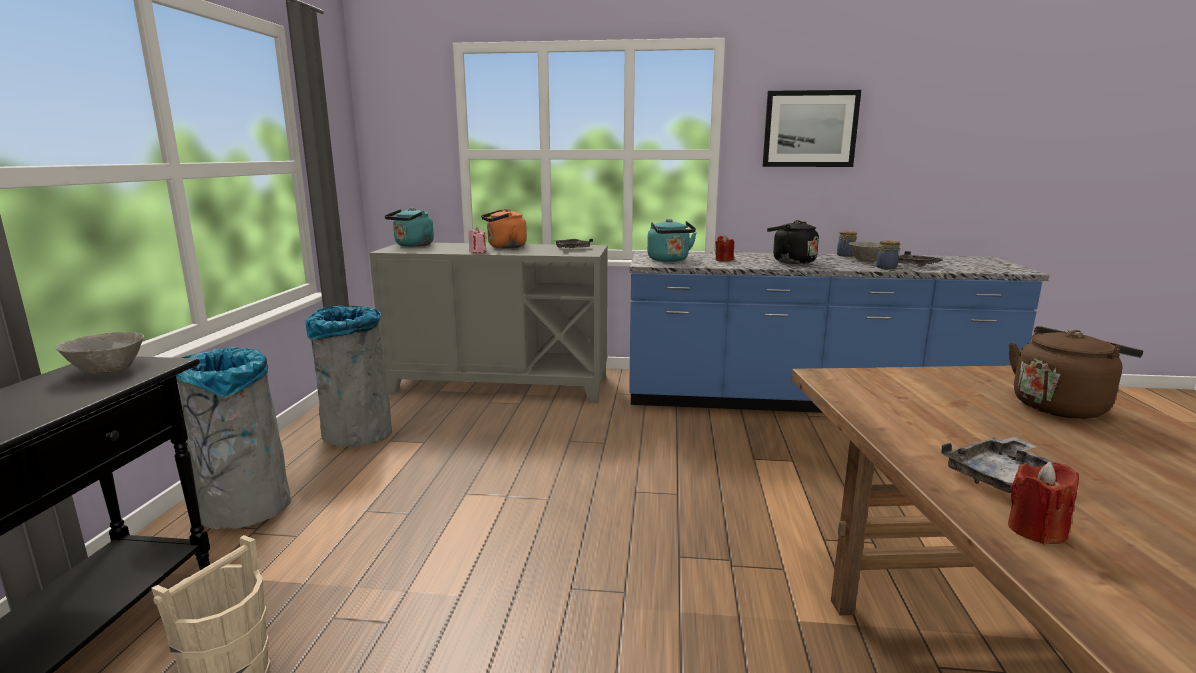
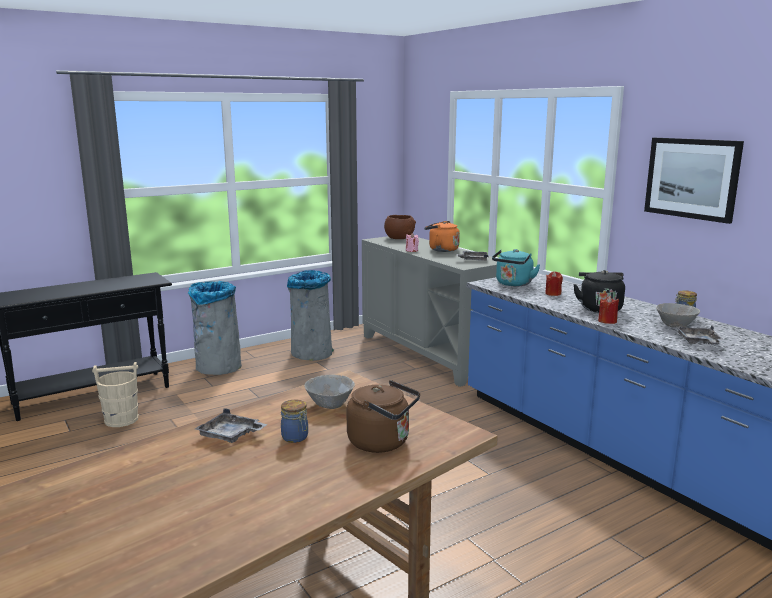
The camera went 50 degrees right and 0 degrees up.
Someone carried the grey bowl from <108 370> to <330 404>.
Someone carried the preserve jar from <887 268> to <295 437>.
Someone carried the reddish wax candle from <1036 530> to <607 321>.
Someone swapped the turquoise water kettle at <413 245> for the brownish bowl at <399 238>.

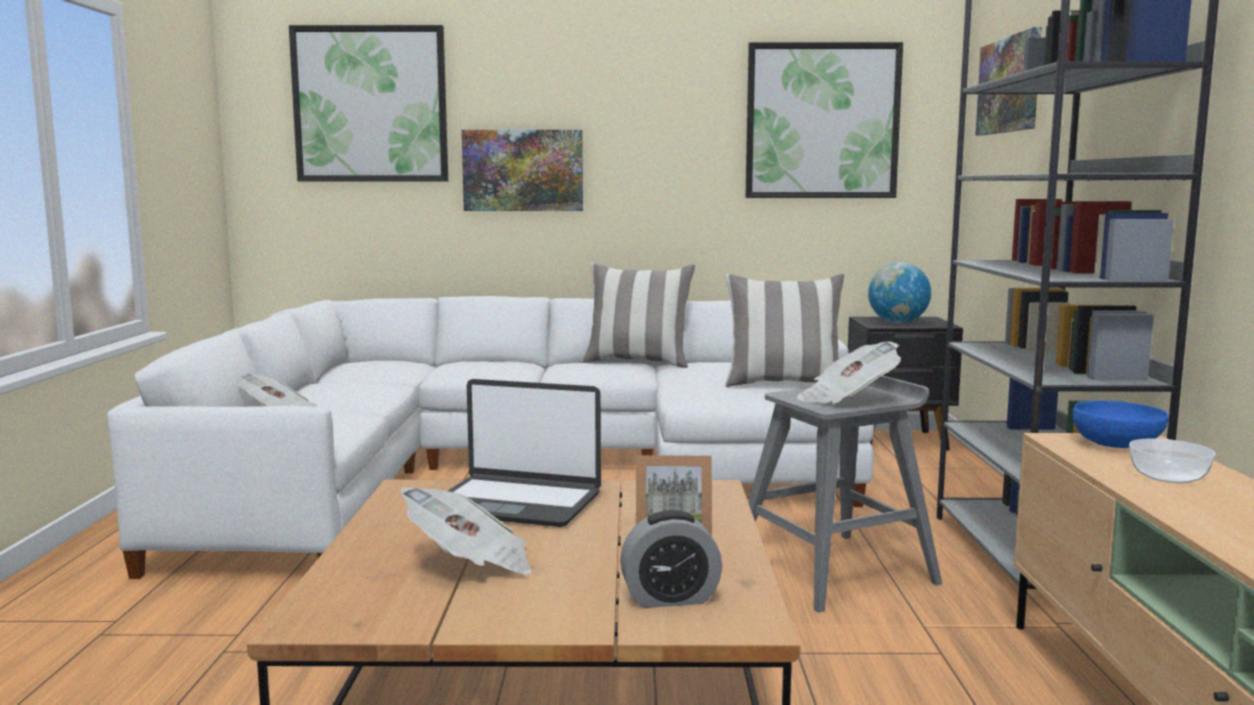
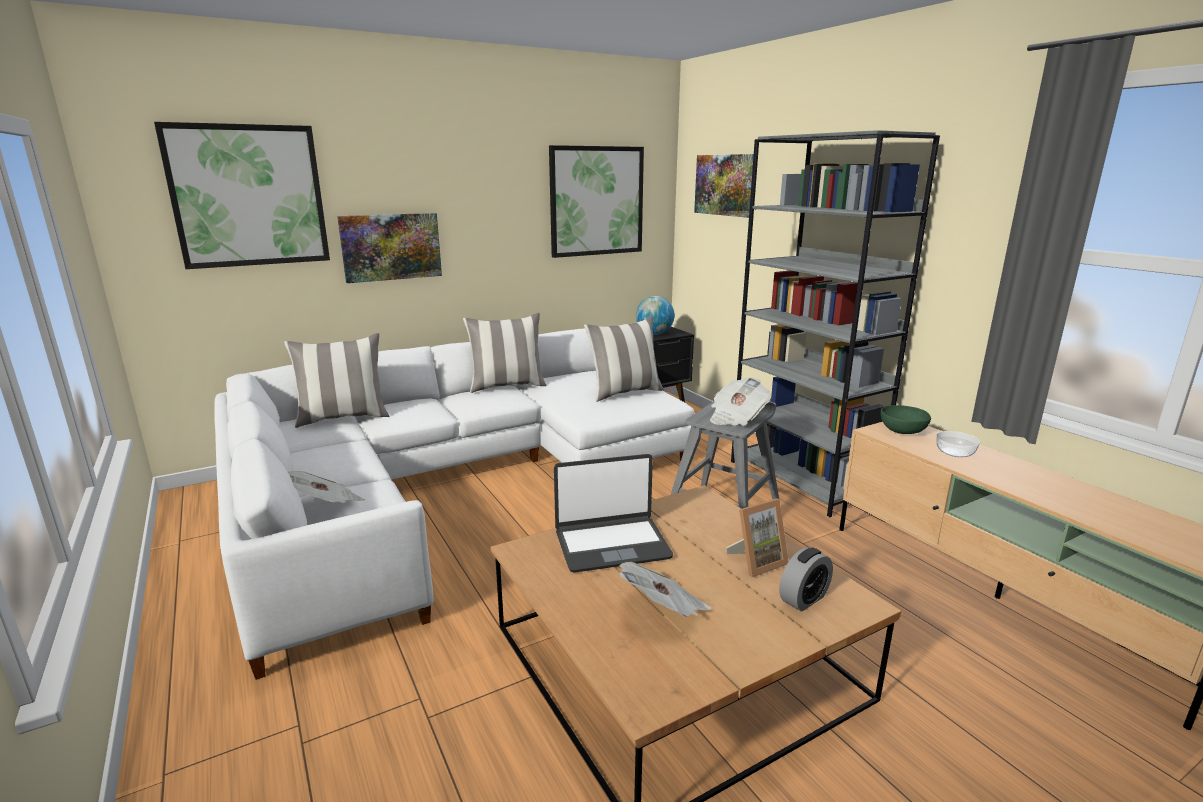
The camera went 30 degrees left and 10 degrees up.
Someone put down the pillow at <343 418>.
Someone repainted the blue bowl at <1117 444>, which became the green bowl at <902 430>.

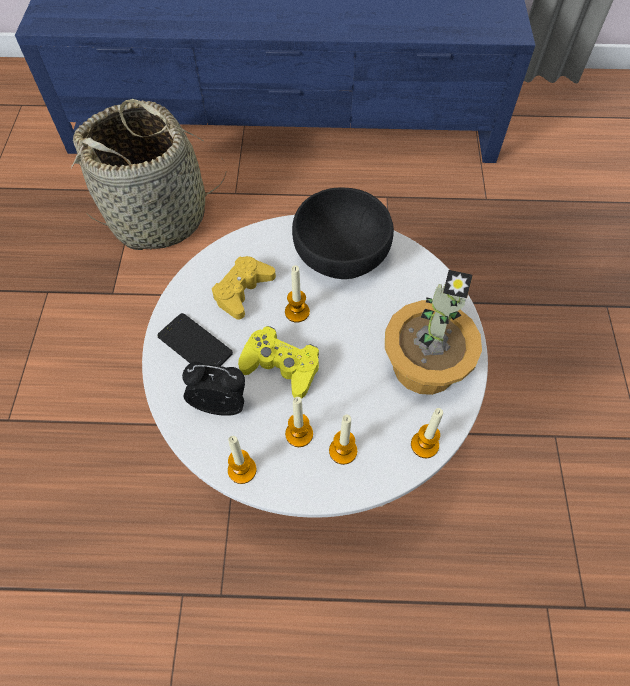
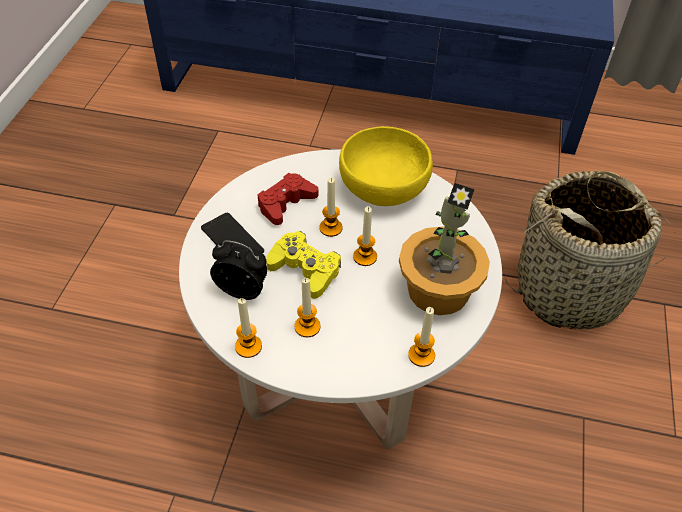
The camera went 10 degrees right and 10 degrees down.
Someone carried the household basket from <159 216> to <570 290>.
Someone carried the wax candle from <343 451> to <365 257>.
Someone repainted the yellow joypad at <242 291>, which became the reddish joypad at <286 203>.
Someone repainted the black bowl at <339 253>, which became the yellow bowl at <382 186>.

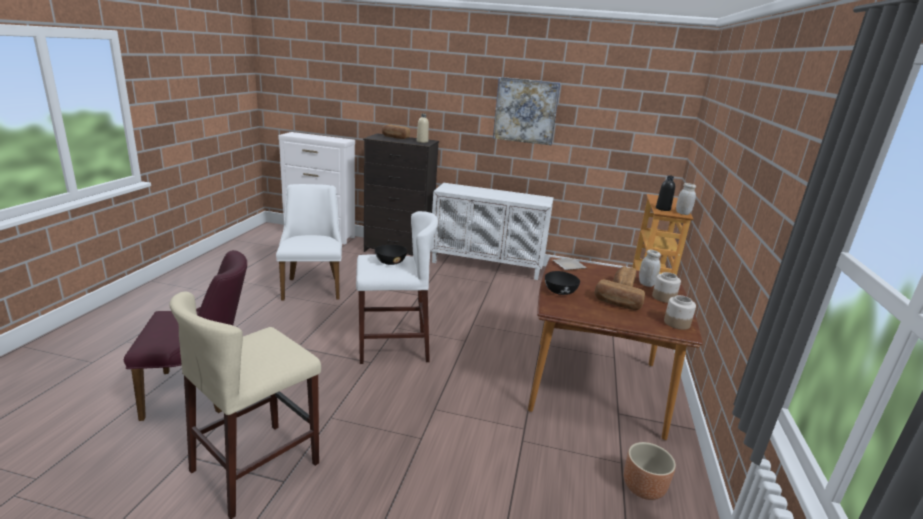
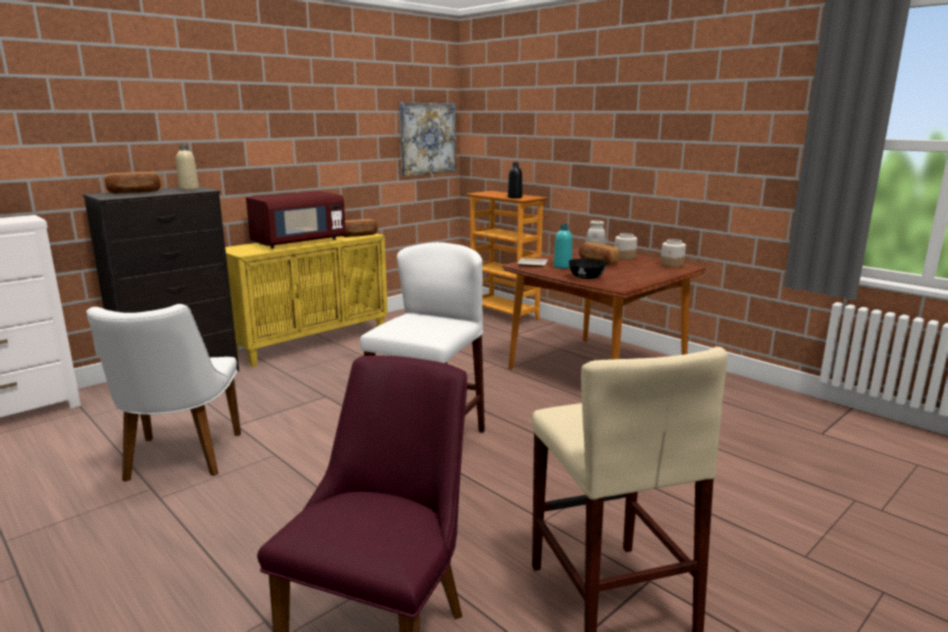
The camera went 55 degrees left and 5 degrees down.
Someone took away the black bowl at <390 262>.
Someone took away the brownish flower pot at <643 488>.
Someone took away the whitish preserve jar at <682 213>.
Someone put down the reddish microwave oven at <298 242>.
Someone put down the turquoise bottle at <562 266>.
Someone carried the wall picture from <525 111> to <427 138>.
Someone carried the baked bread from <617 303> to <358 235>.
Someone repainted the whitish cupboard at <487 265>, which became the yellow cupboard at <311 341>.
Someone rotated the whitish plain chair at <313 286> by 120 degrees counterclockwise.

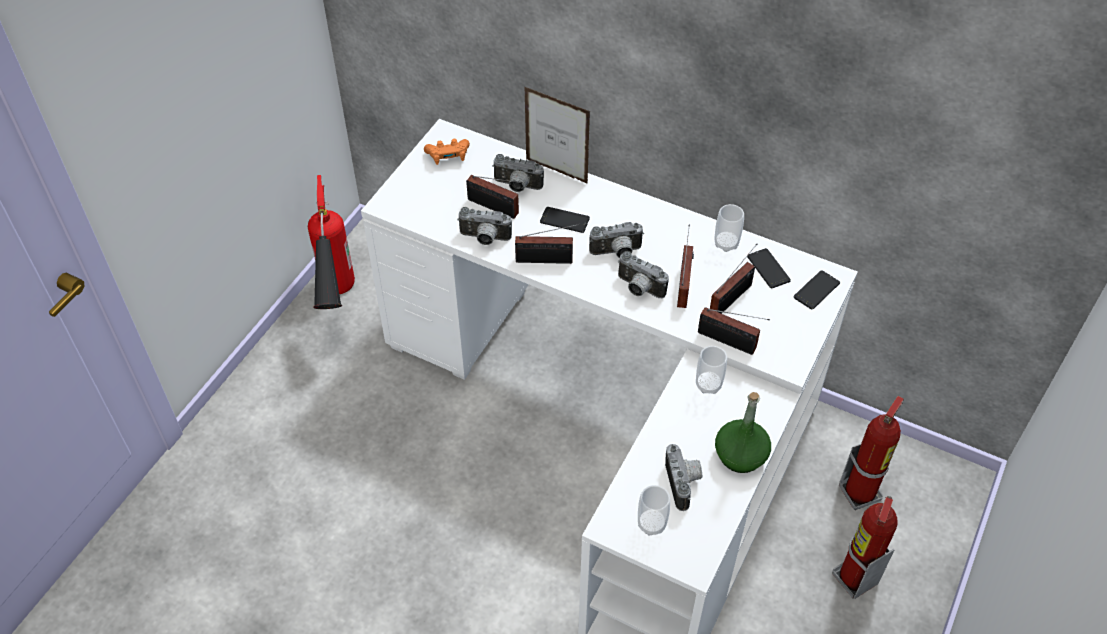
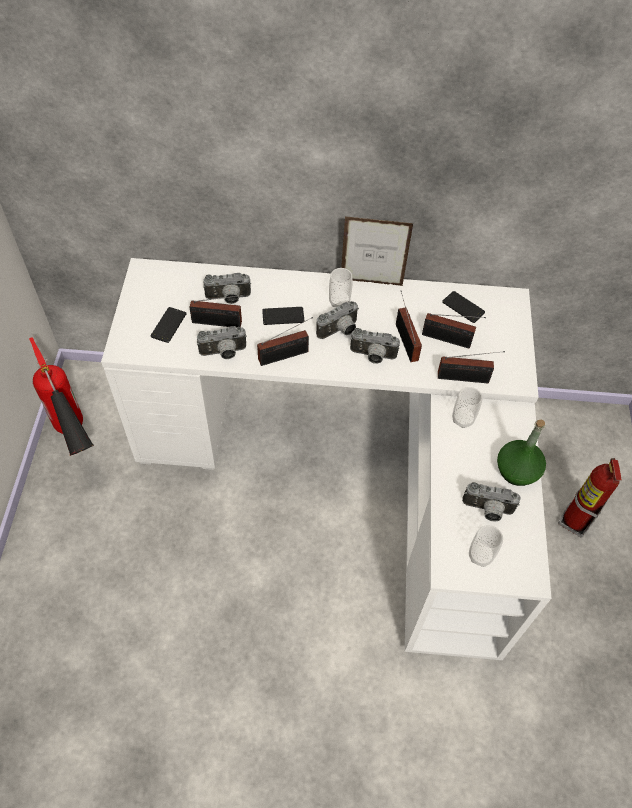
The camera went 25 degrees left and 5 degrees up.
Someone took away the orange-coloured joypad at <448 156>.
Someone took away the extinguisher at <860 492>.
Someone carried the picture frame from <556 171> to <371 282>.
Someone carried the drinking cup from <726 243> to <339 301>.
Someone carried the handset from <816 290> to <168 325>.
Someone rotated the photo camera at <684 483> by 135 degrees clockwise.
Someone rotated the radio at <733 297> by 90 degrees clockwise.

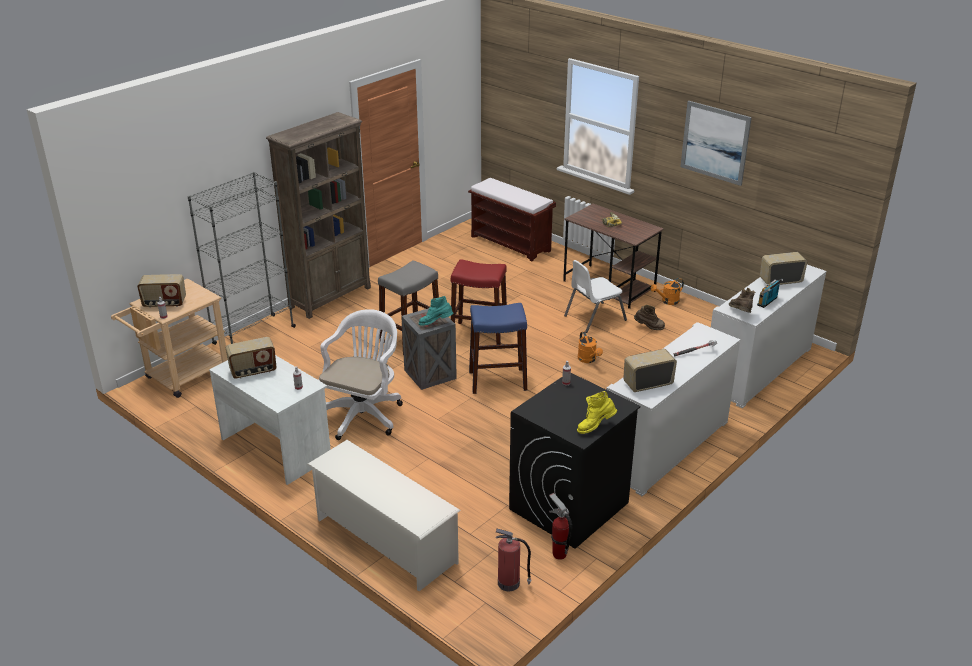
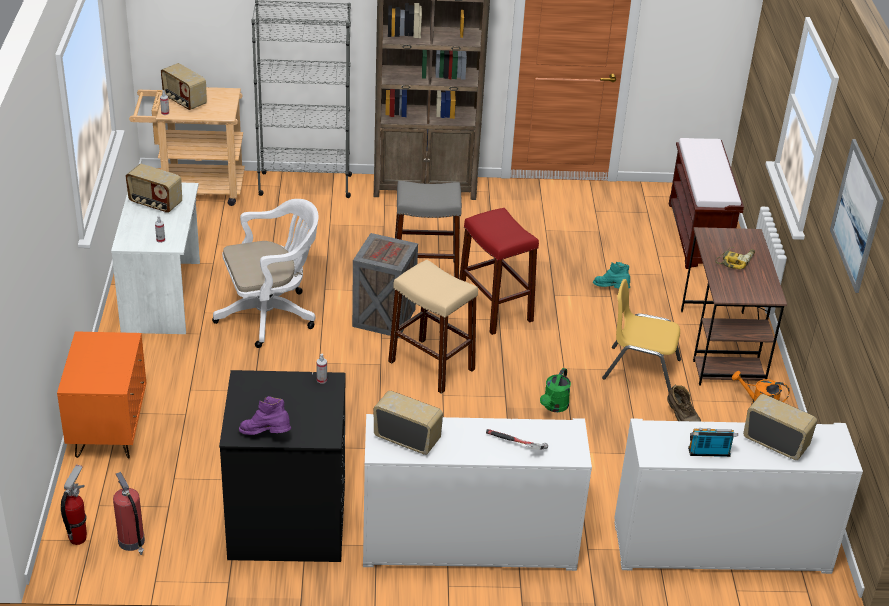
The camera went 45 degrees right and 5 degrees up.
Someone took away the brownish boot at <740 313>.
Someone carried the turquoise boot from <436 324> to <611 290>.
Someone carried the extinguisher from <559 554> to <78 538>.
Someone swapped the whitish shoe stand at <385 540> for the orange-coloured nightstand at <109 432>.
Someone repainted the blue stool seat at <497 380>, which became the sand-coloured stool seat at <431 365>.
Someone repainted the whitish plain chair at <594 318>, which became the yellow plain chair at <641 369>.
Someone repainted the yellow boot at <595 427>, which became the purple-coloured boot at <266 435>.
Someone repainted the orange-coloured watering can at <588 360>, which became the green watering can at <554 407>.

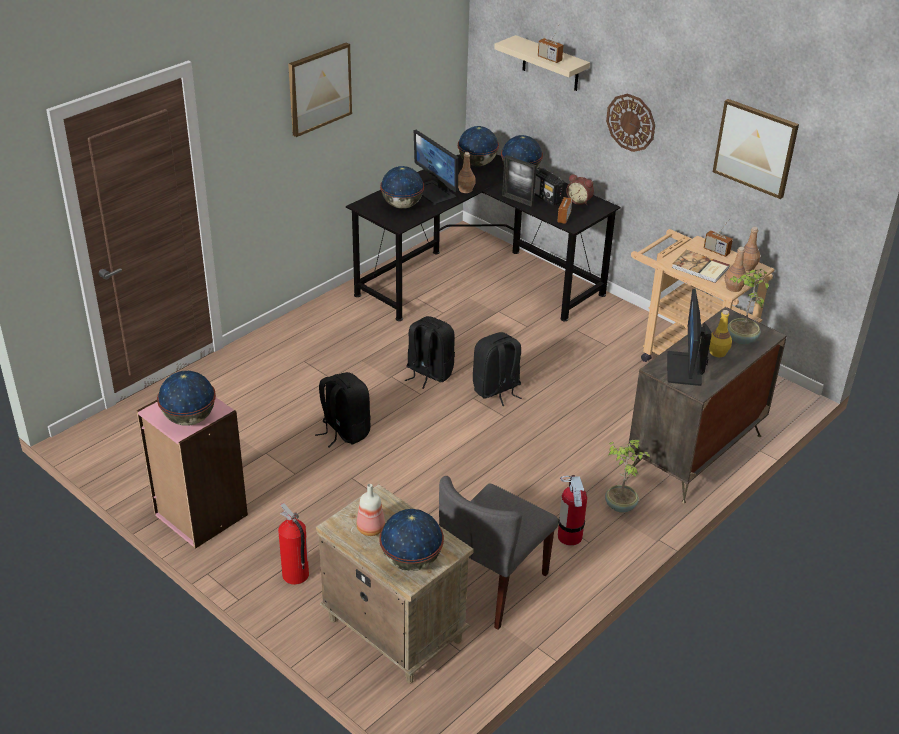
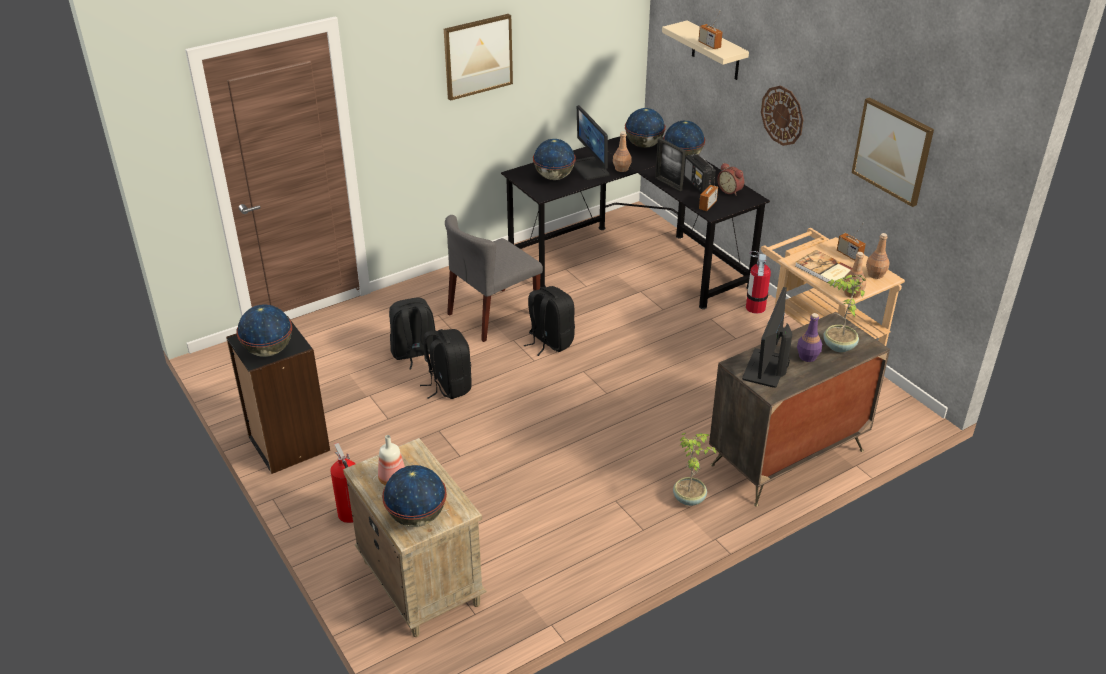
The camera went 15 degrees right and 0 degrees up.
Someone carried the grey plain chair from <491 584> to <493 315>.
Someone carried the black rucksack from <496 390> to <414 353>.
Someone carried the extinguisher from <569 536> to <755 307>.
Someone repainted the pink-coloured shelving unit at <200 515>, which became the black shelving unit at <288 444>.
Someone repainted the yellow bottle at <717 352>, which became the purple-coloured bottle at <807 356>.

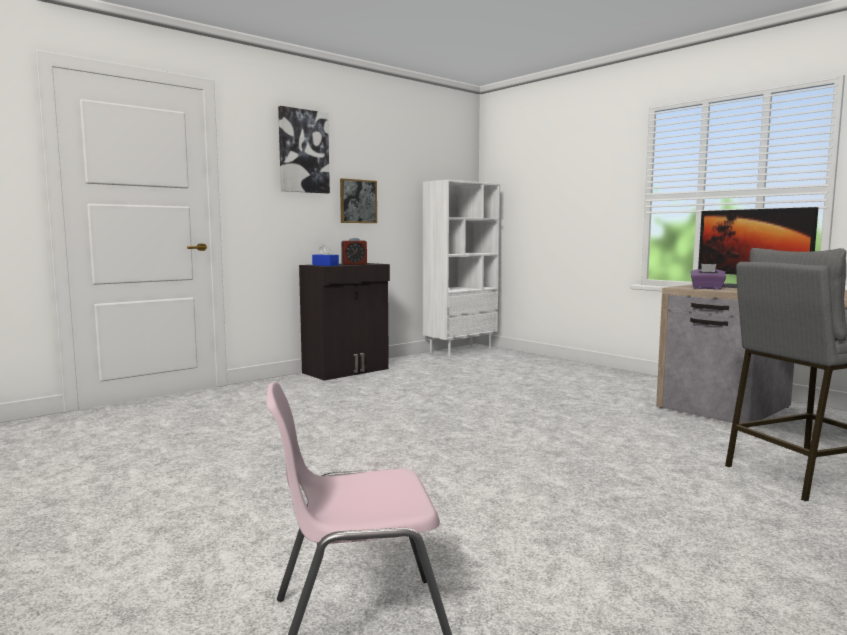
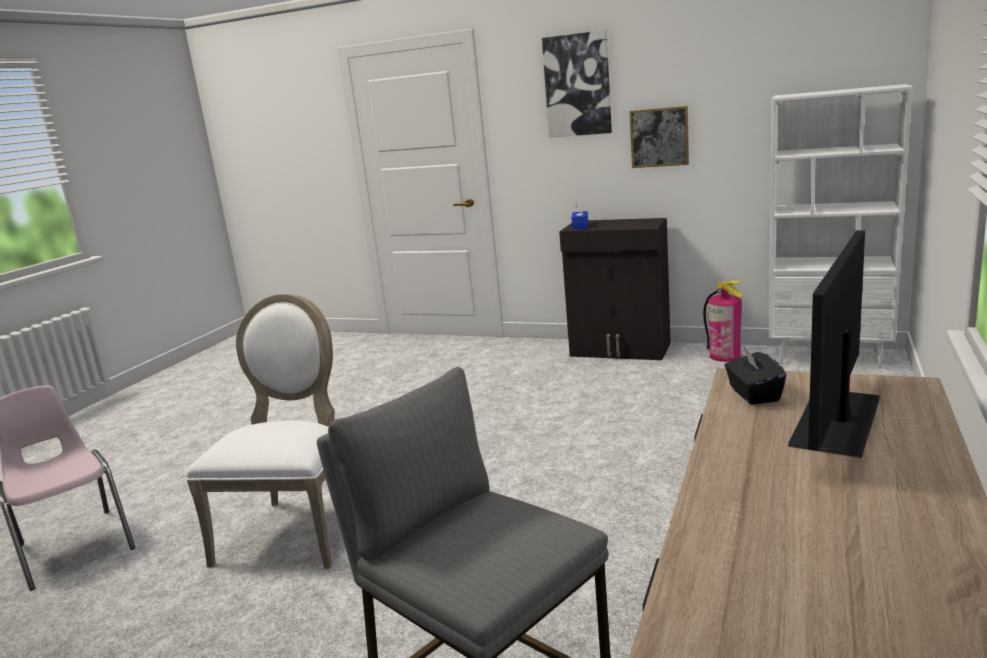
The camera went 65 degrees right and 10 degrees up.
Someone took away the alarm clock at <354 264>.
Someone put down the whitish plain chair at <295 529>.
Someone put down the extinguisher at <725 356>.
Someone repainted the purple-coloured tissue box at <707 288>, which became the black tissue box at <753 394>.

